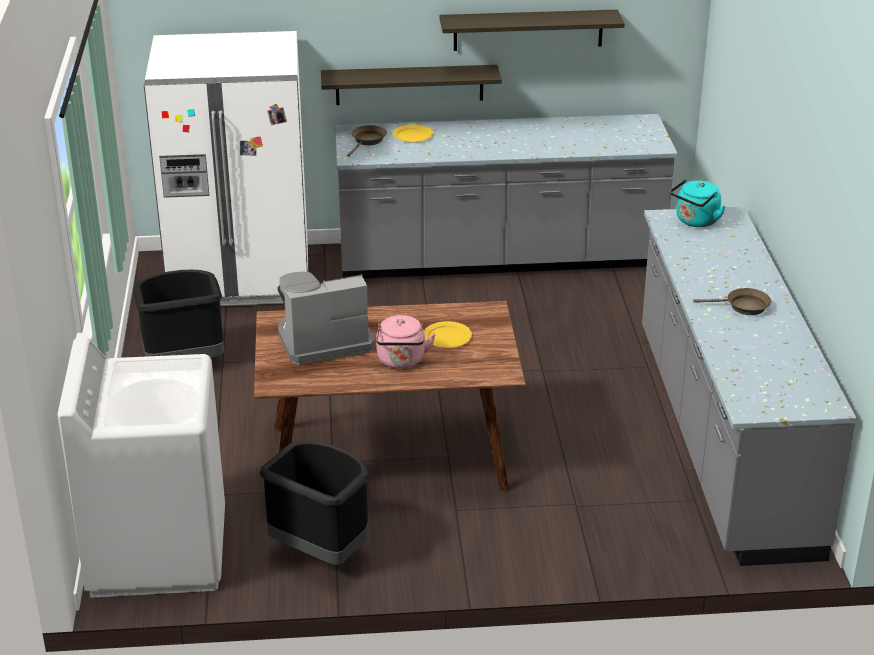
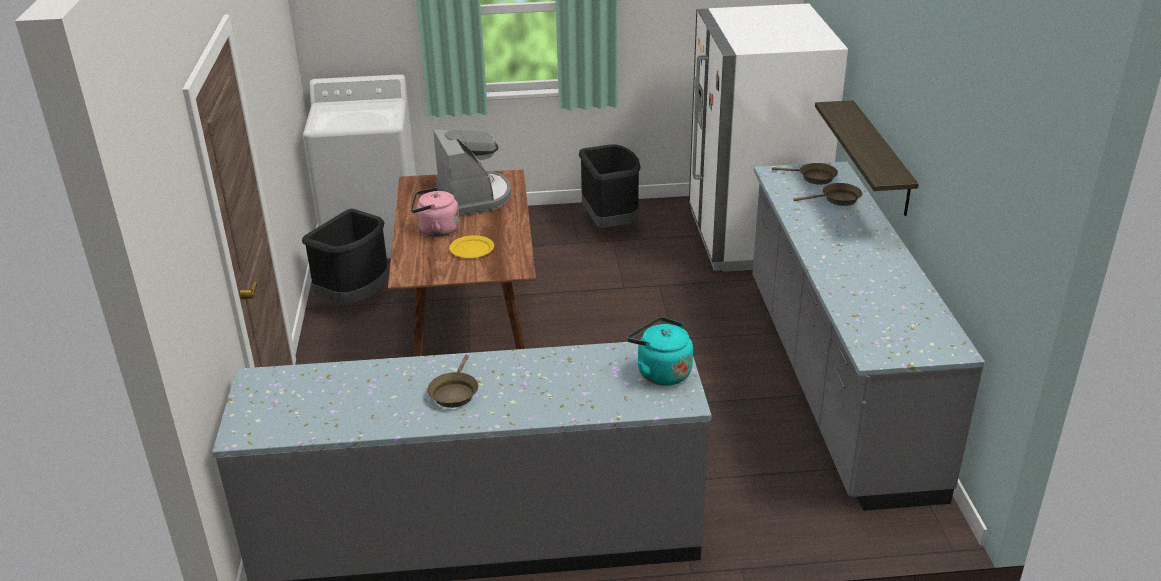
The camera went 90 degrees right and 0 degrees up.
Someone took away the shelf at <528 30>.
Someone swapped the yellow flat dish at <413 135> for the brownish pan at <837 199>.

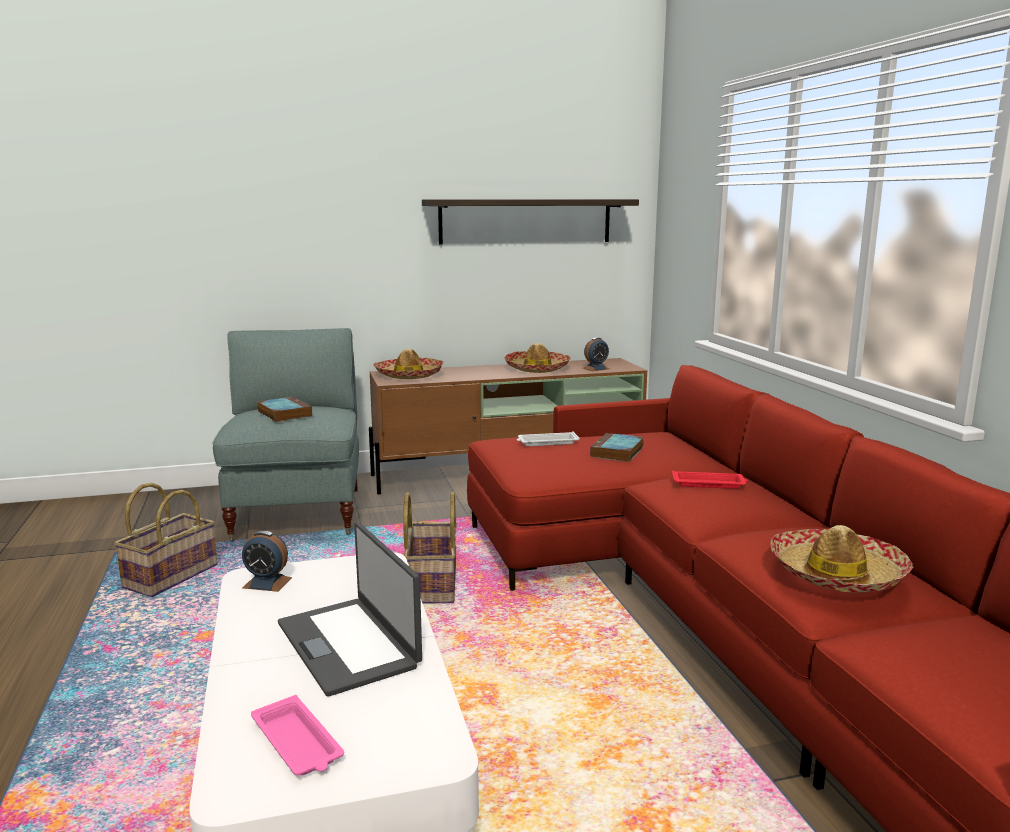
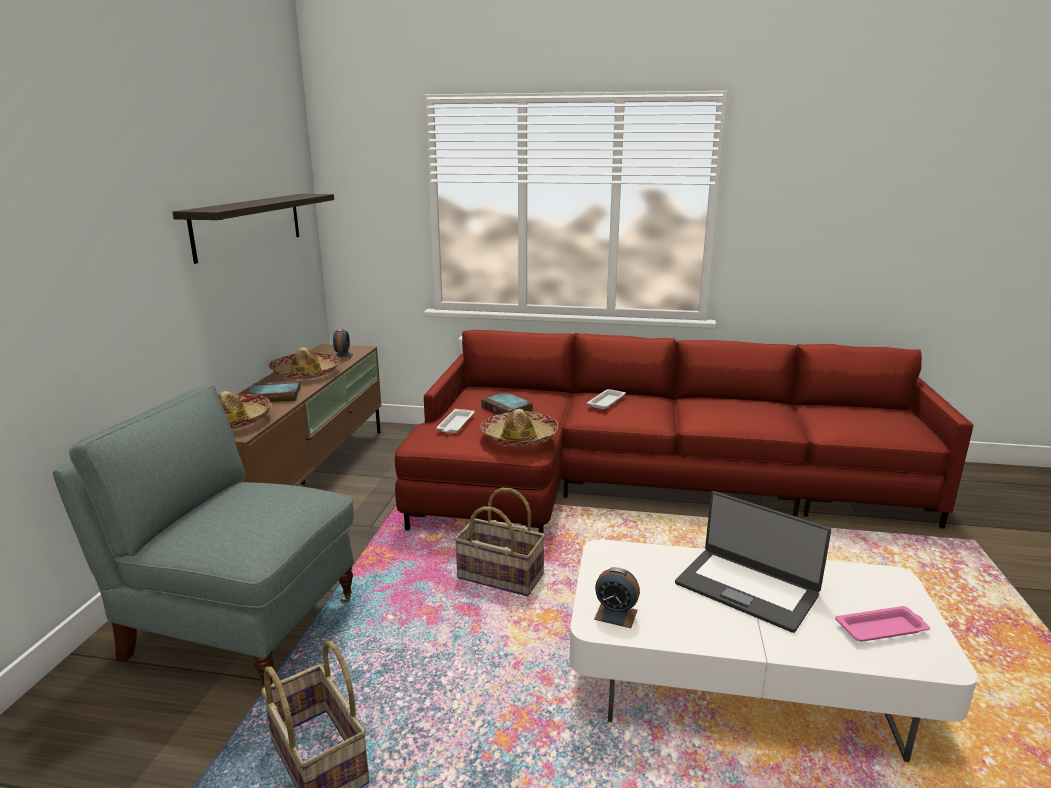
The camera went 65 degrees left and 5 degrees up.
Someone carried the bound book from <283 413> to <274 396>.
Someone carried the clothing hat from <837 574> to <519 437>.
Someone repainted the reddish tray at <709 484>, which became the whitish tray at <607 401>.
Someone rotated the alarm clock at <267 583> by 75 degrees clockwise.
Someone rotated the portable computer at <349 644> by 45 degrees clockwise.

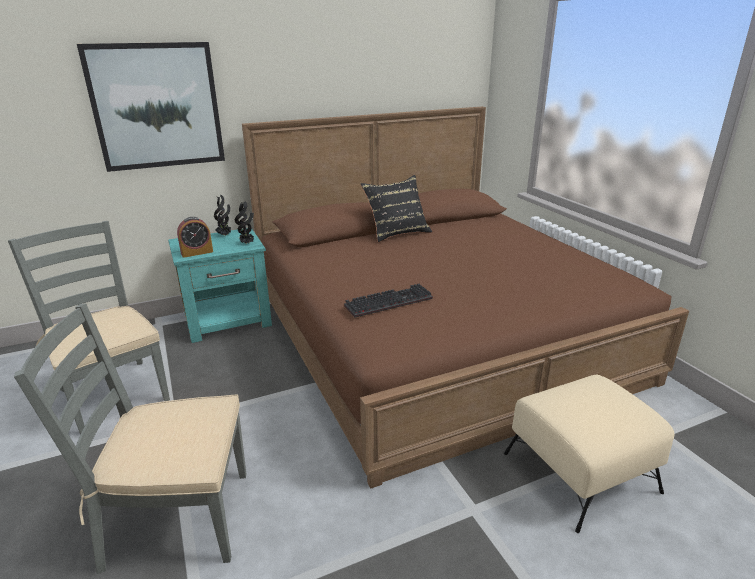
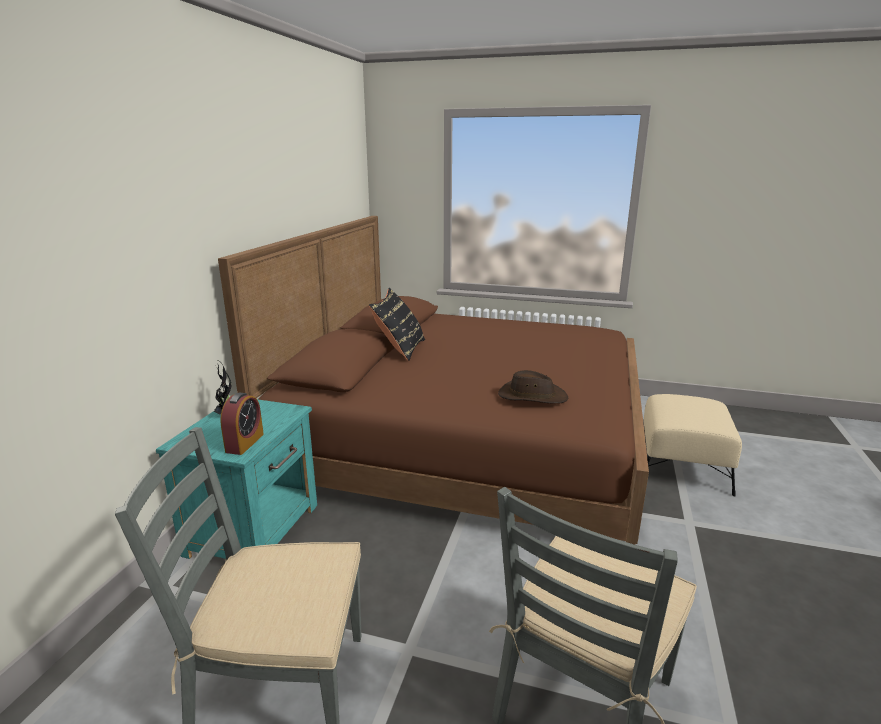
The camera went 50 degrees left and 5 degrees down.
Someone took away the wall picture at <157 106>.
Someone took away the plant in a pot at <247 243>.
Someone swapped the keyboard at <389 301> for the brownish clothing hat at <532 396>.

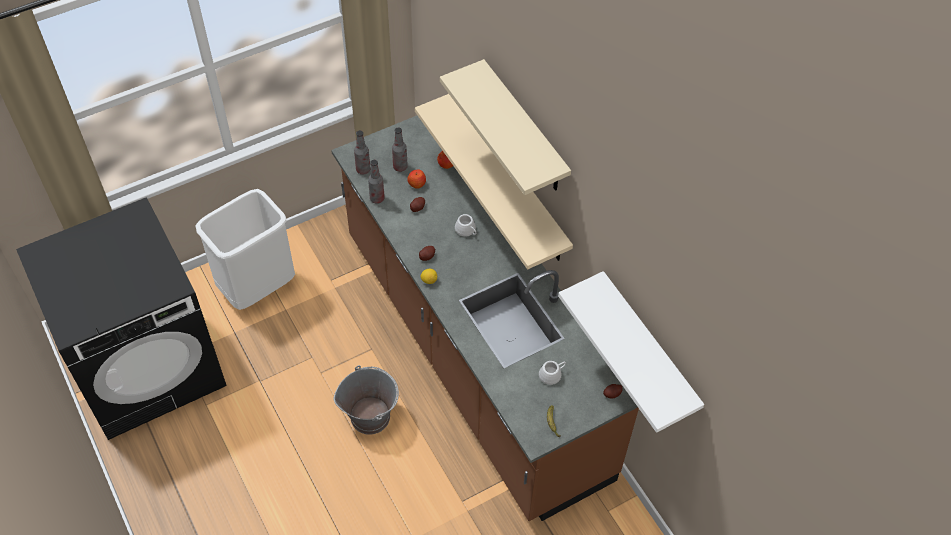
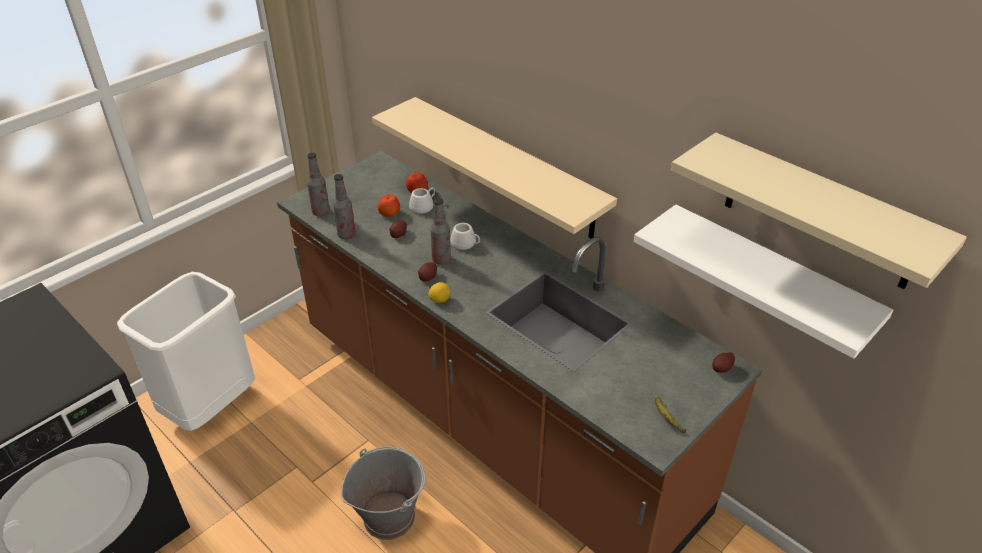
The camera went 15 degrees left and 15 degrees down.
Someone carried the bottle from <400 167> to <441 260>.
Someone carried the sand-coloured shelf from <524 129> to <820 212>.
Someone carried the whitish mug from <552 374> to <424 206>.

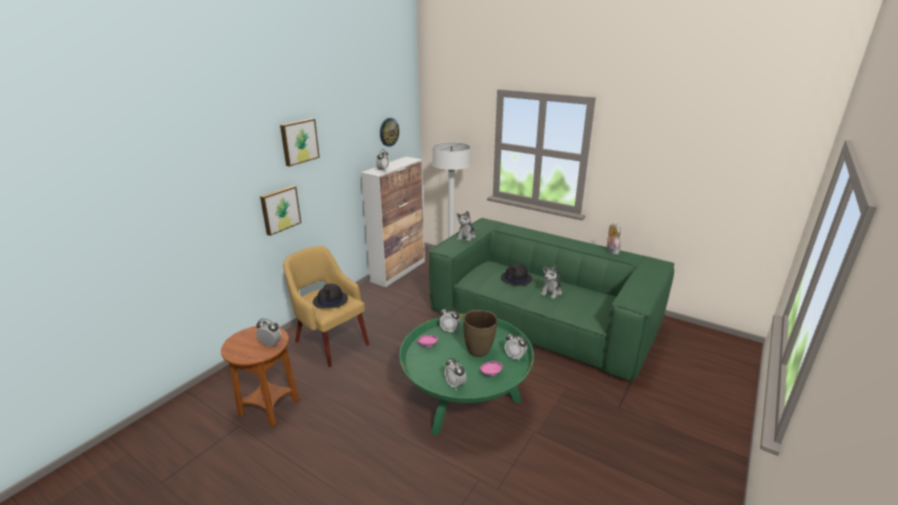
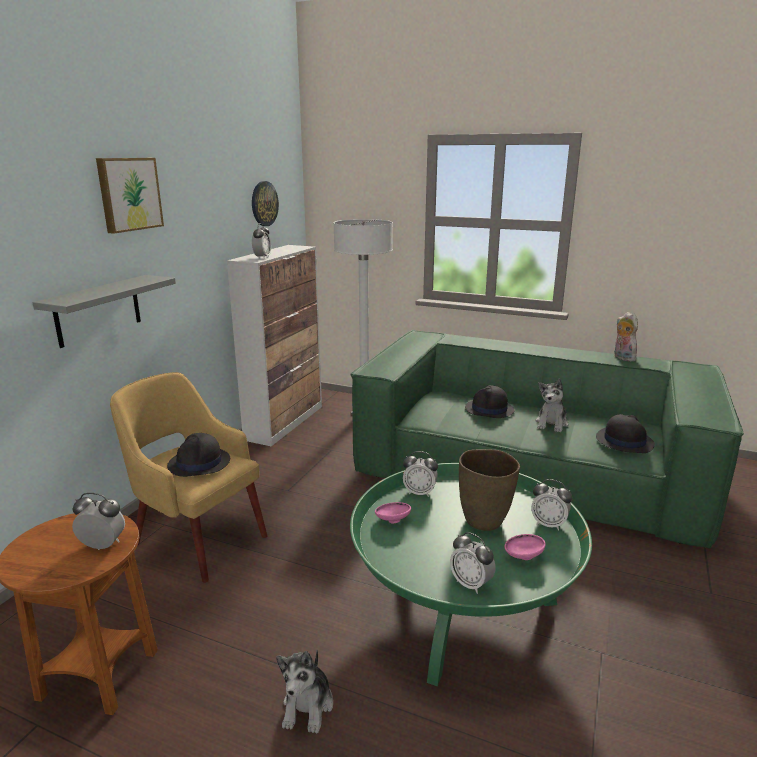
The camera went 10 degrees left and 5 degrees down.
Someone put down the black clothing hat at <624 441>.
Someone carried the soft toy from <466 237> to <308 706>.
Someone swapped the wall picture at <280 209> for the grey shelf at <98 310>.

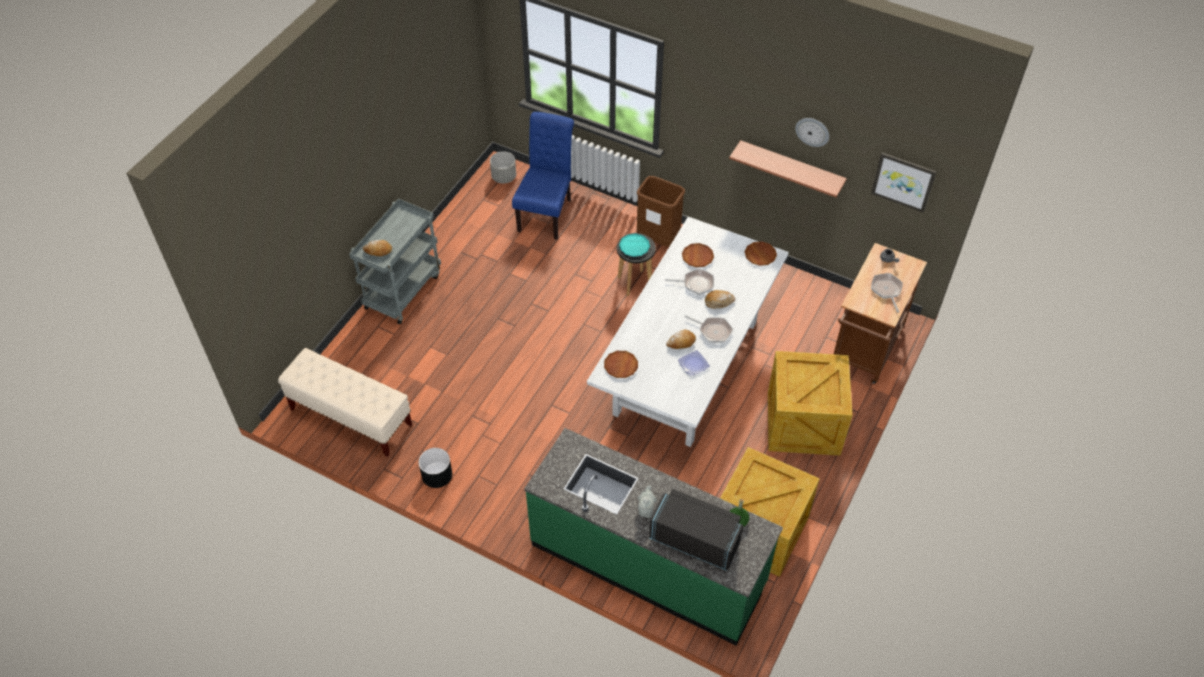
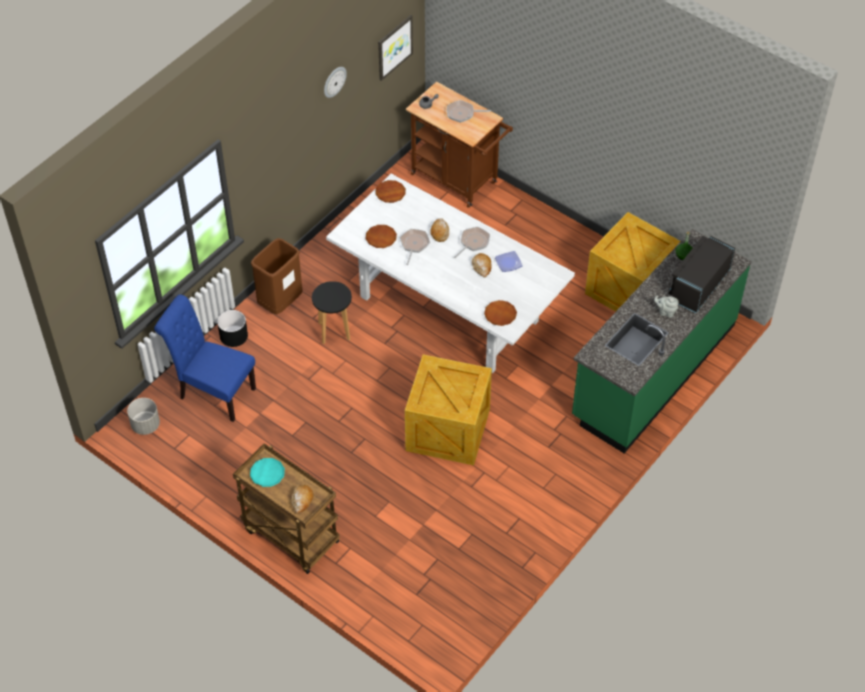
The camera went 80 degrees left and 0 degrees up.
Someone took away the sand-coloured long seat at <350 417>.
Someone took away the shelf at <791 168>.
Someone carried the black flower pot from <436 475> to <233 336>.
Someone carried the turquoise flat dish from <634 247> to <267 474>.
Someone carried the crate from <802 424> to <448 431>.
Someone repainted the grey trolley at <403 290>, which became the brownish trolley at <289 536>.

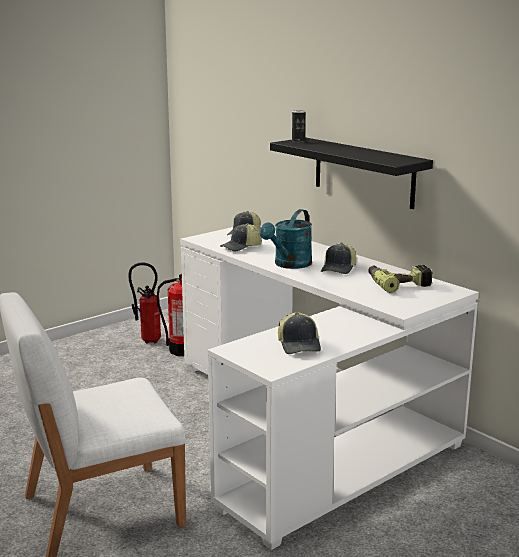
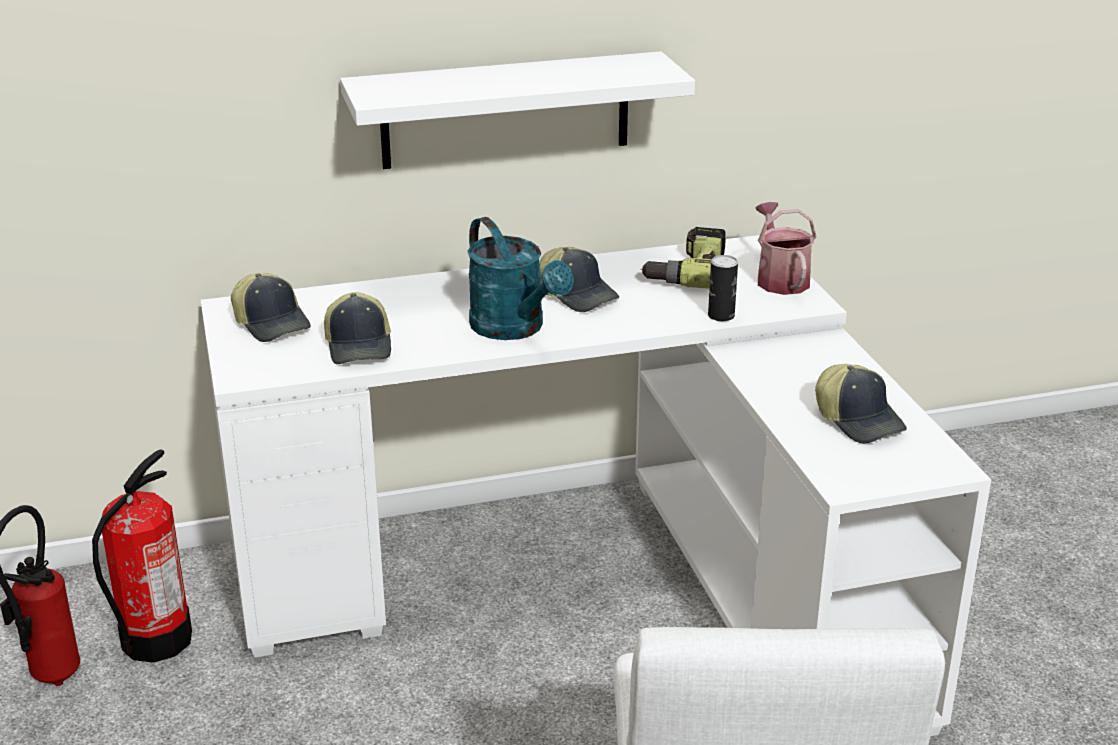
The camera went 65 degrees left and 10 degrees up.
Someone put down the watering can at <780 279>.
Someone carried the metal can from <298 141> to <721 316>.
Someone repainted the black shelf at <363 172>, which became the whitish shelf at <505 110>.
Someone rotated the baseball cap at <300 345> by 45 degrees clockwise.

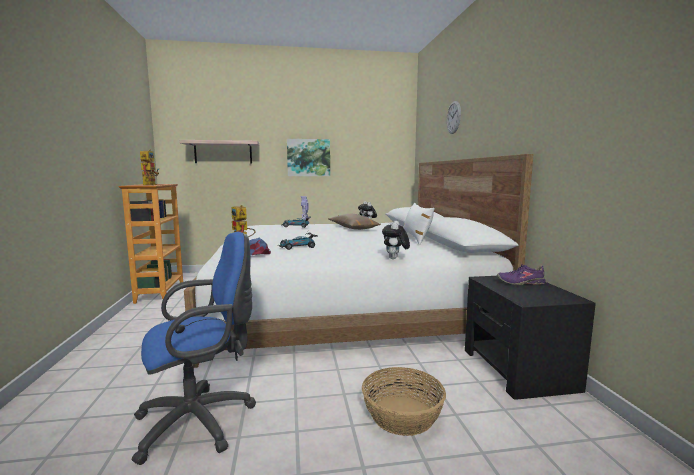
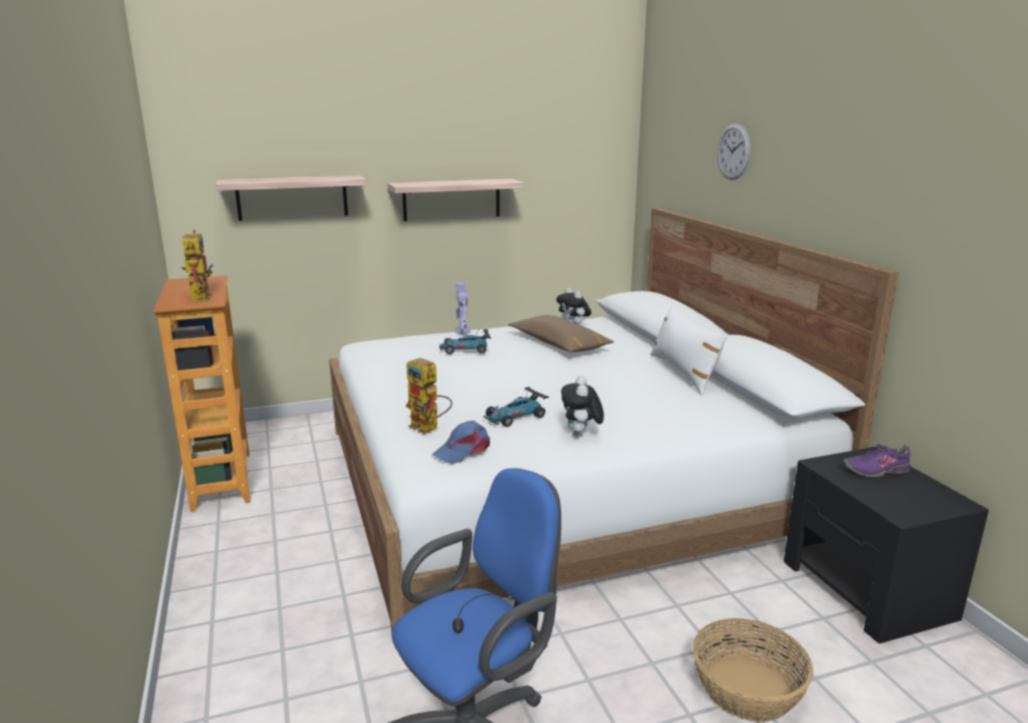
The camera went 10 degrees left and 10 degrees up.
Someone carried the soft toy from <395 259> to <581 435>.
Someone swapped the wall picture at <308 157> for the shelf at <451 199>.

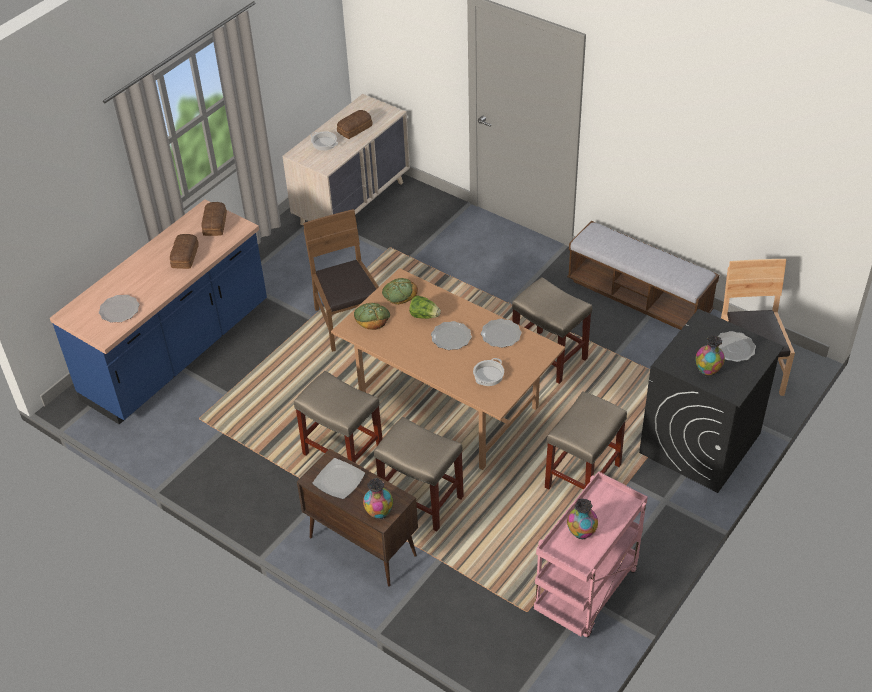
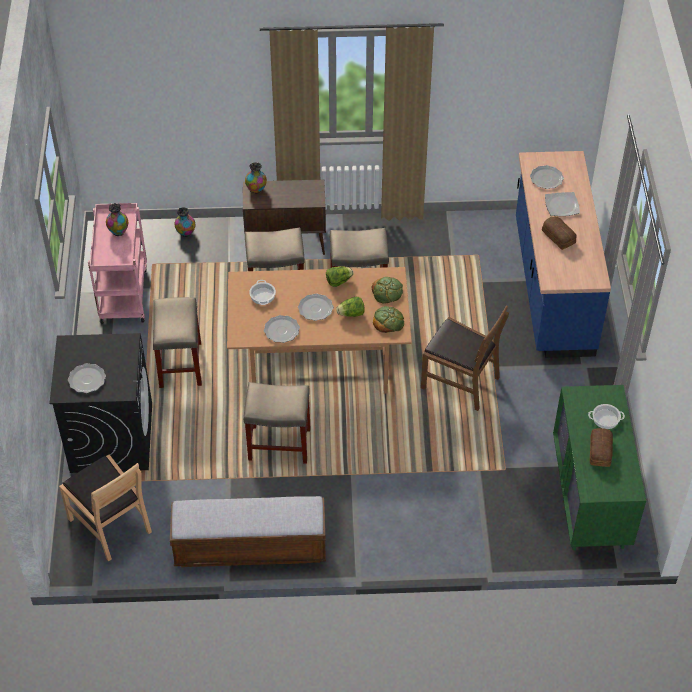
The camera went 140 degrees right and 5 degrees up.
Someone took away the baked bread at <215 224>.
Someone put down the lettuce head at <338 281>.
Someone carried the flat dish from <339 481> to <561 205>.
Someone carried the vase from <708 370> to <185 233>.
Someone repainted the sand-coloured drawer chest at <352 202>, which became the green drawer chest at <590 498>.

